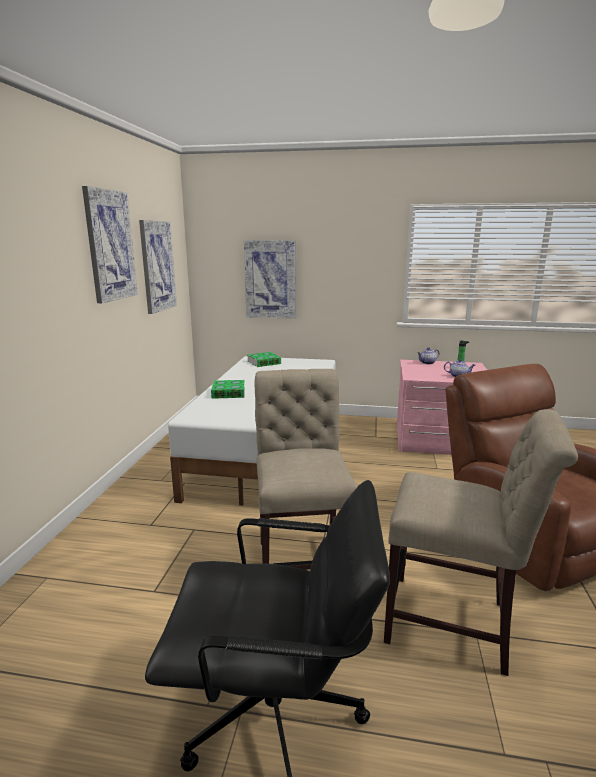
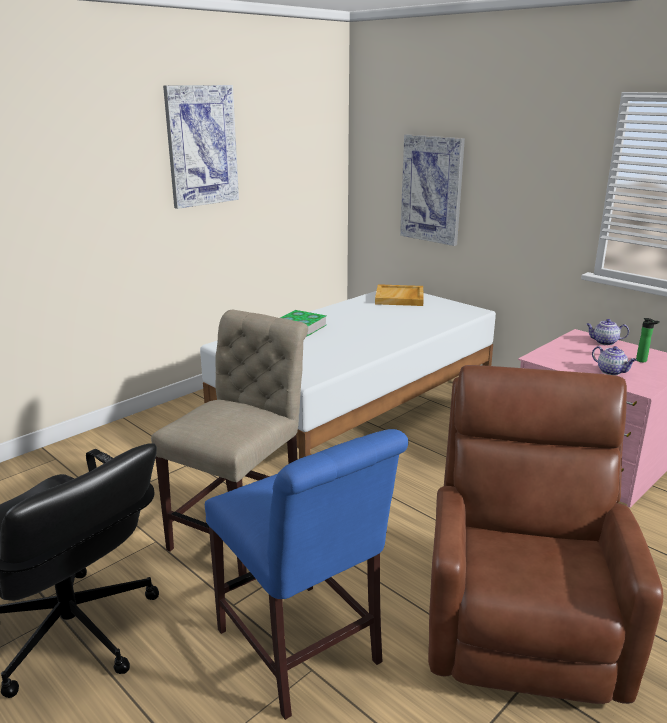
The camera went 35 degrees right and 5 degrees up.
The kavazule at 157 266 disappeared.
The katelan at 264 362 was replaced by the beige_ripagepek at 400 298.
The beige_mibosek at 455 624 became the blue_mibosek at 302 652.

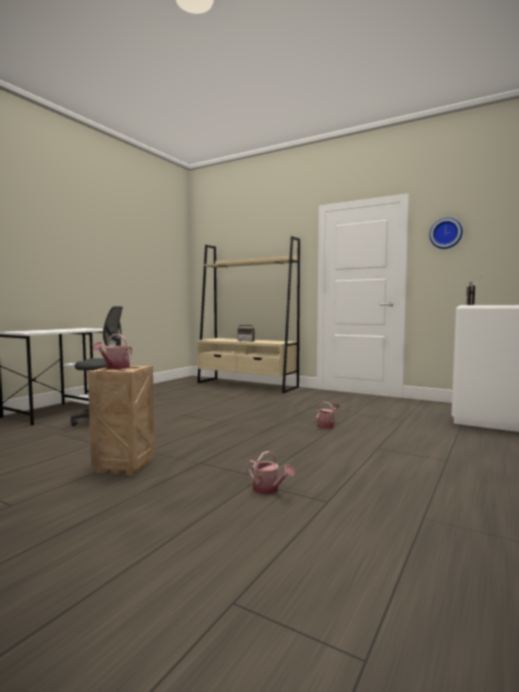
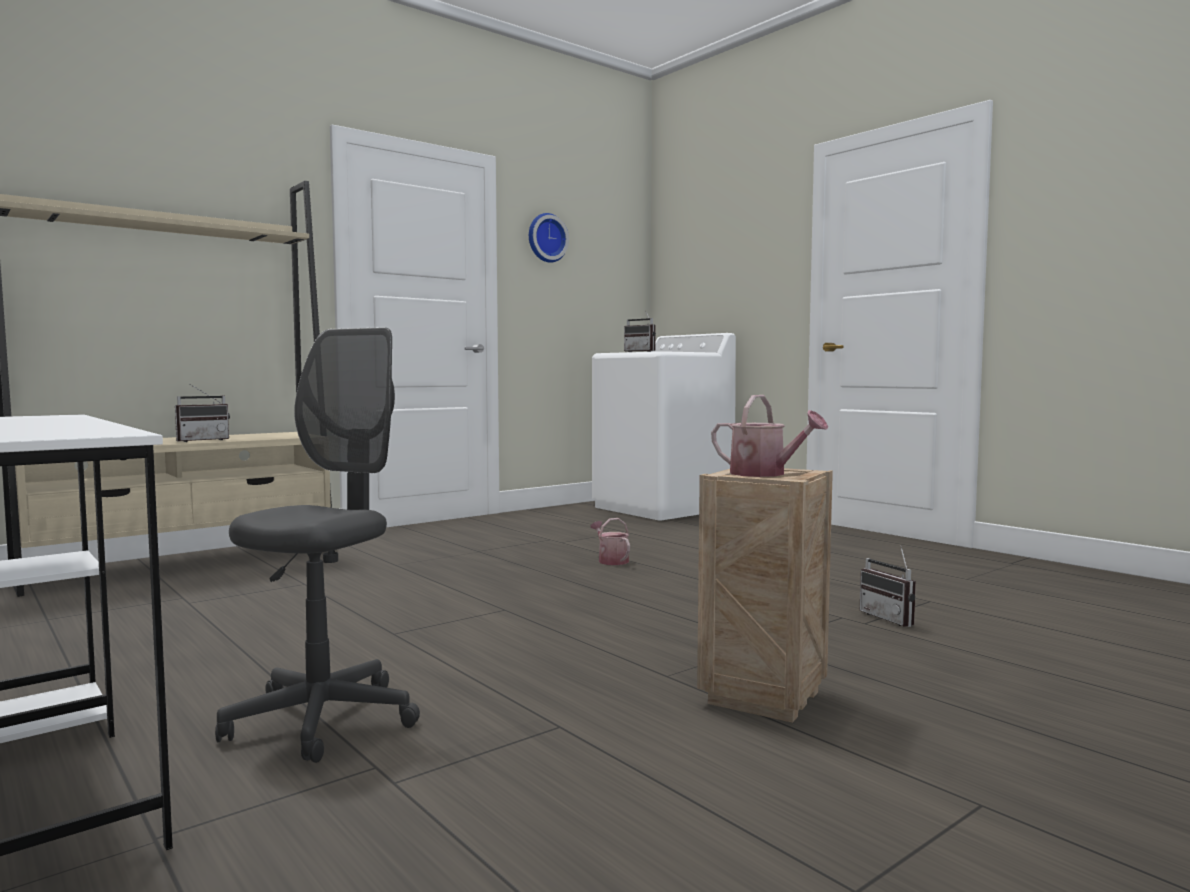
The camera went 70 degrees left and 0 degrees up.
The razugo at 269 490 was replaced by the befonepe at 892 618.

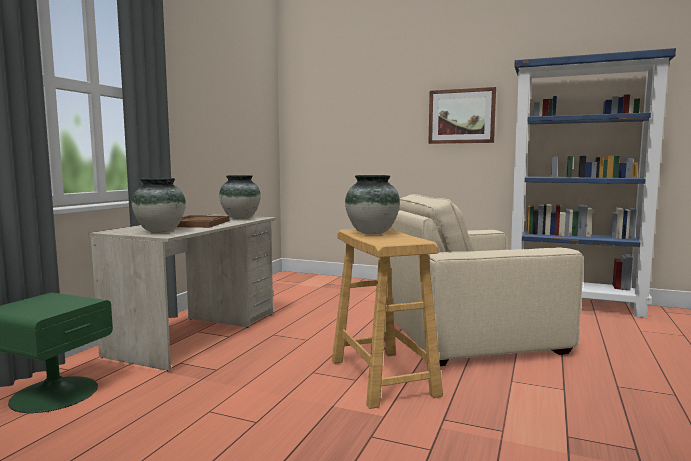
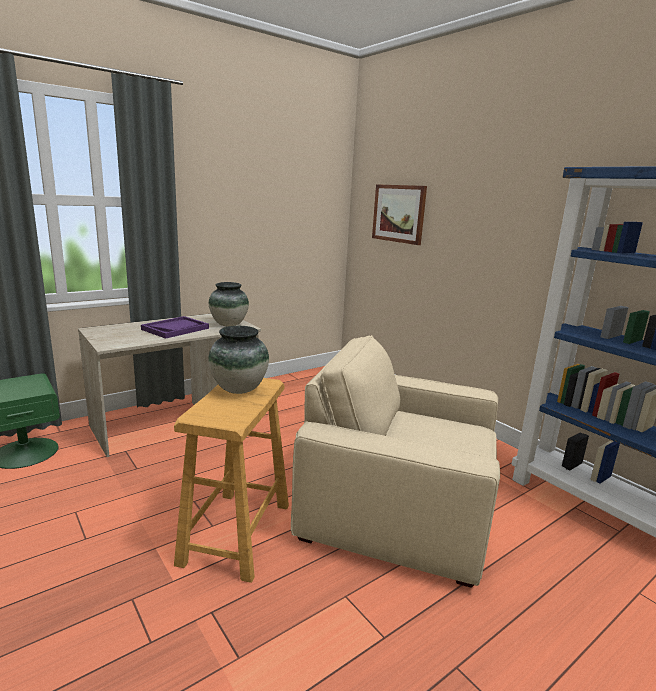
The camera went 30 degrees right and 10 degrees up.
The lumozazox at 160 231 disappeared.
The kavazule moved from 461 116 to 399 213.
The brown_ripagepek at 198 223 became the purple_ripagepek at 175 329.

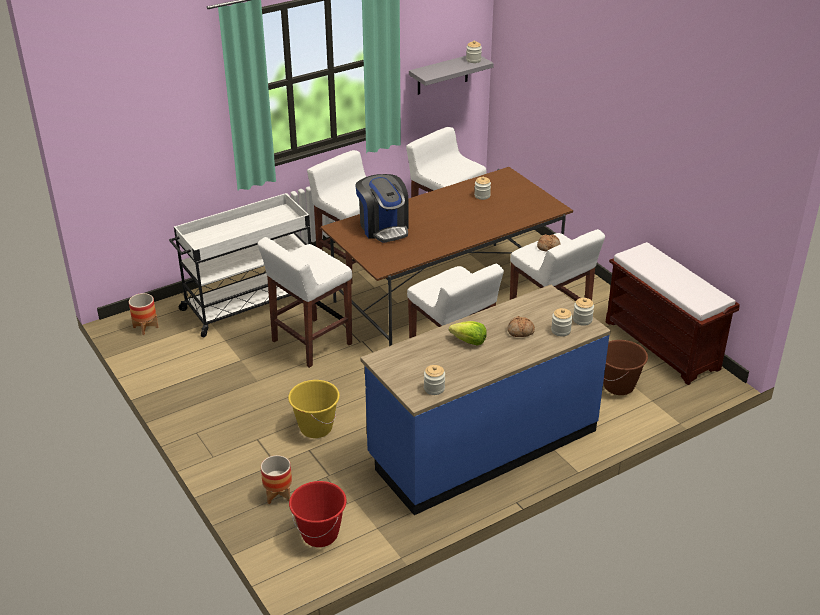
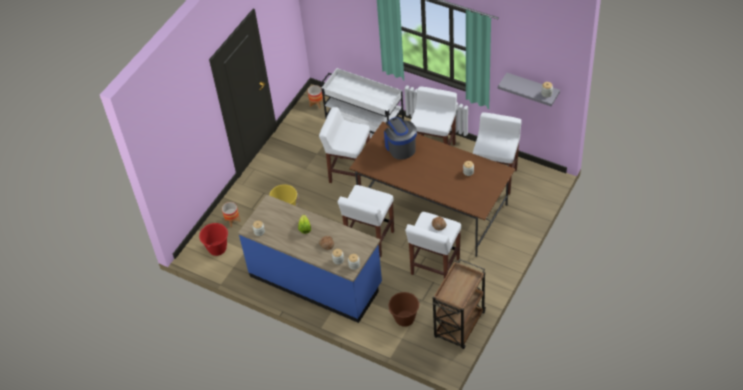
The camera went 65 degrees right and 15 degrees up.
The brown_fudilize at 663 345 was replaced by the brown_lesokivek at 459 326.
The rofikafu at 384 227 turned 120 degrees clockwise.

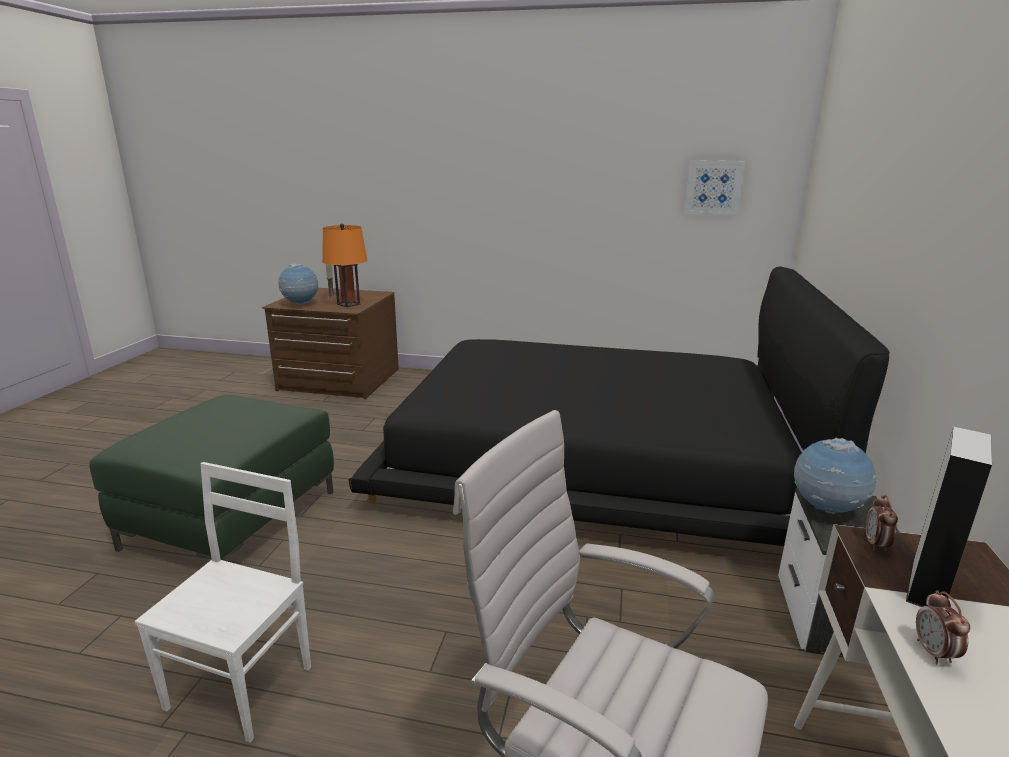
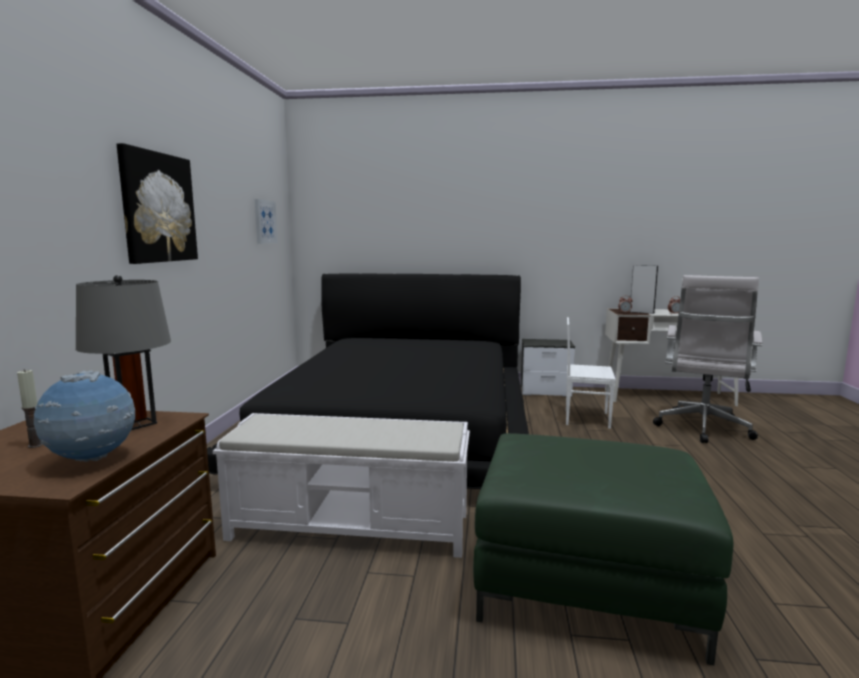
The camera went 95 degrees left and 10 degrees down.
The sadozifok at 826 510 disappeared.
The kavazule at 158 207 appeared.
The white_fudilize at 352 527 appeared.
The white_mibosek moved from 243 686 to 585 418.
The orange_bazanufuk at 348 304 became the grey_bazanufuk at 133 424.

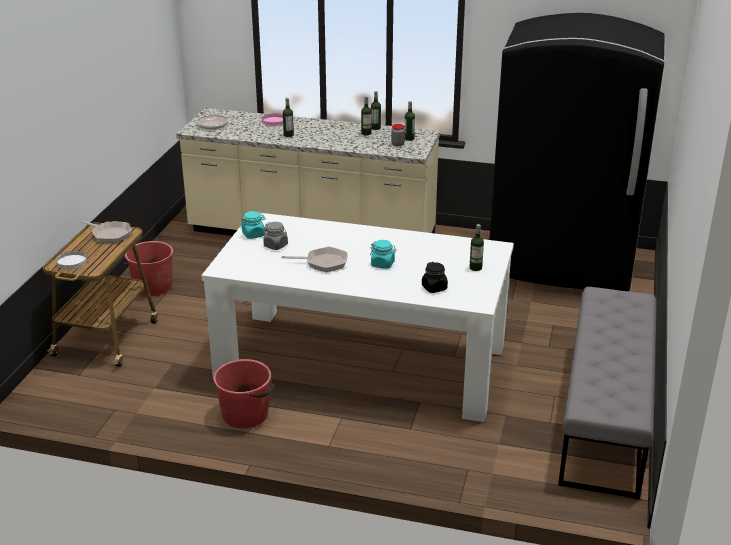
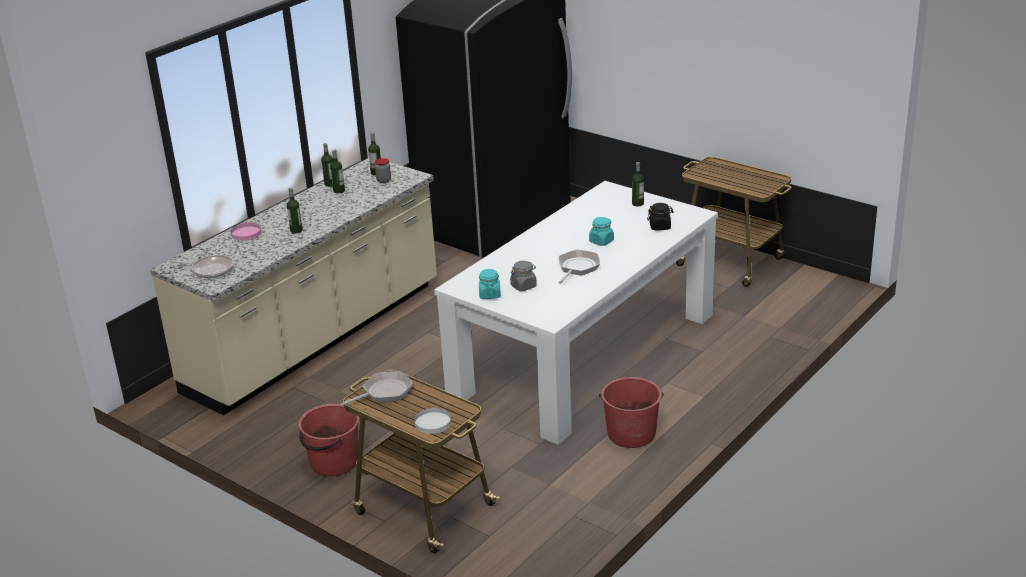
The camera went 65 degrees left and 0 degrees up.
The grey_fudilize at 605 415 was replaced by the lesokivek at 732 263.

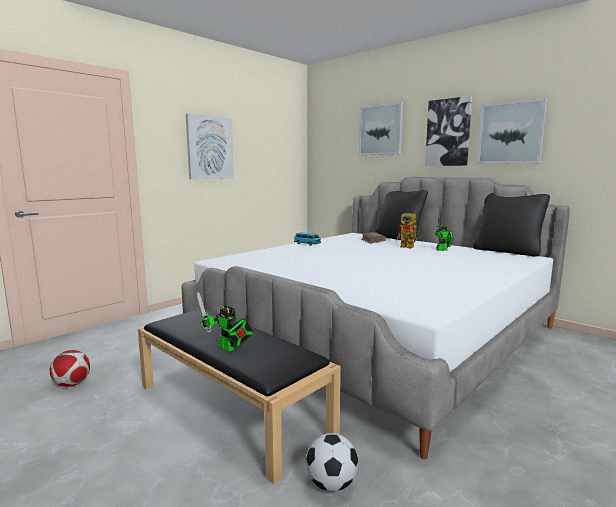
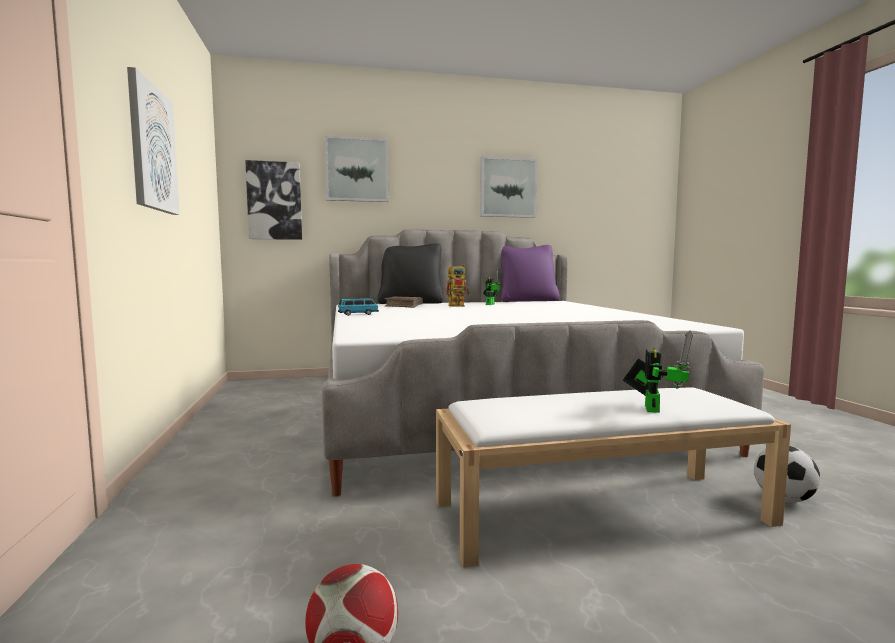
The camera went 55 degrees left and 5 degrees down.
The kavazule moved from 448 132 to 274 201.
The black_fudilize at 232 408 became the white_fudilize at 602 512.
The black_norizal at 507 251 became the purple_norizal at 527 301.
The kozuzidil at 229 348 turned 60 degrees counterclockwise.

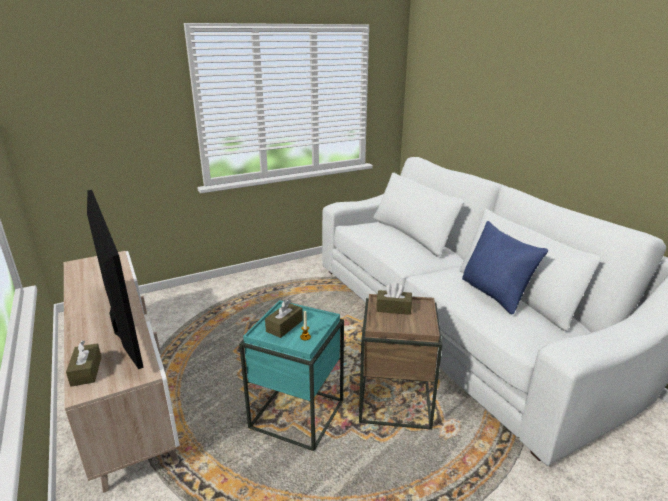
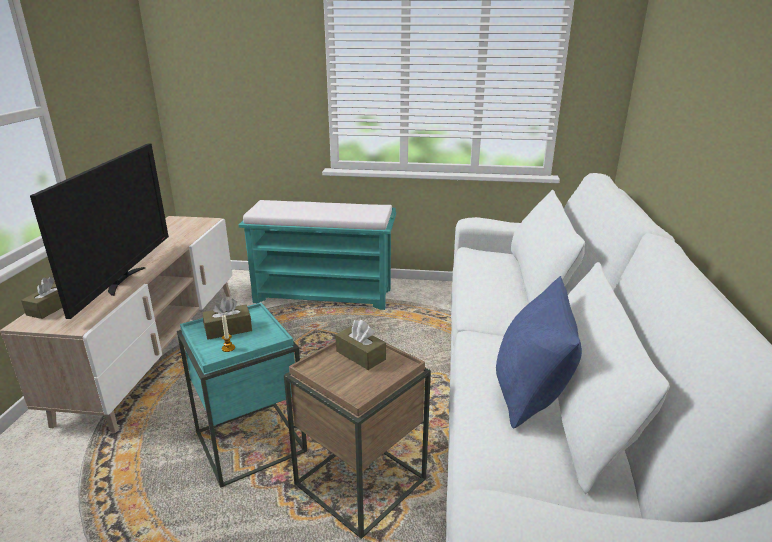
The camera went 35 degrees right and 0 degrees up.
The turquoise_fudilize at 325 295 appeared.

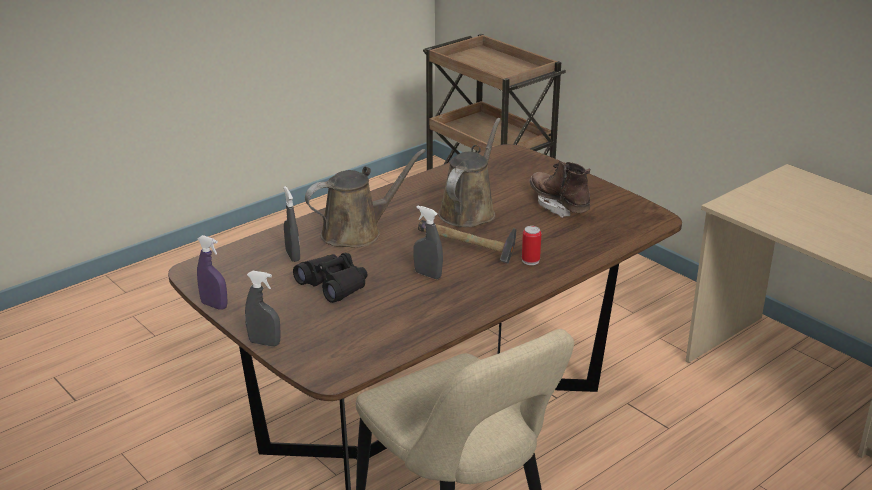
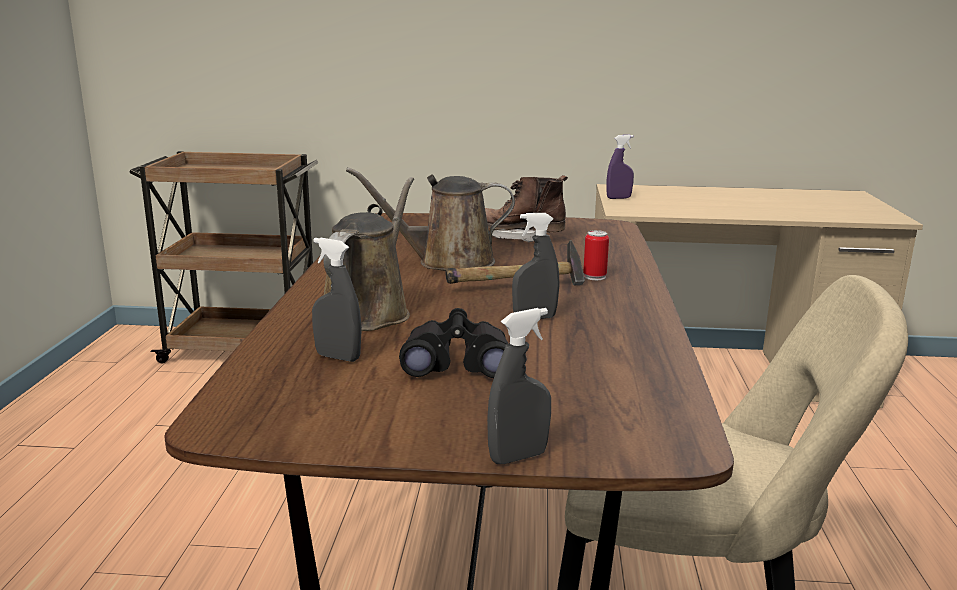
The camera went 45 degrees left and 10 degrees down.
The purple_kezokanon moved from 214 305 to 618 198.
The brown_razugo at 469 211 turned 75 degrees counterclockwise.

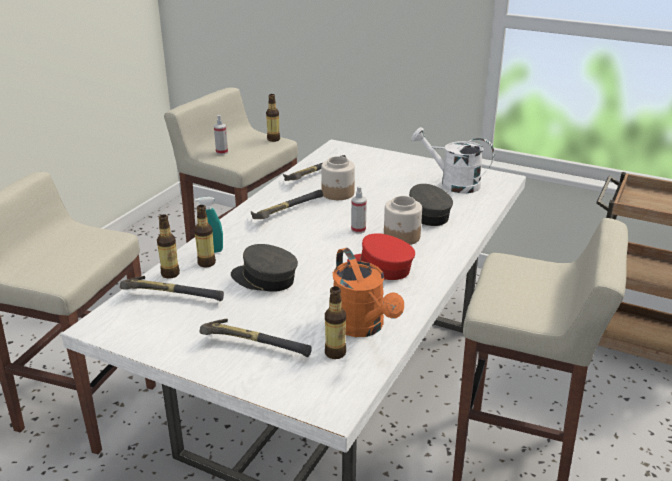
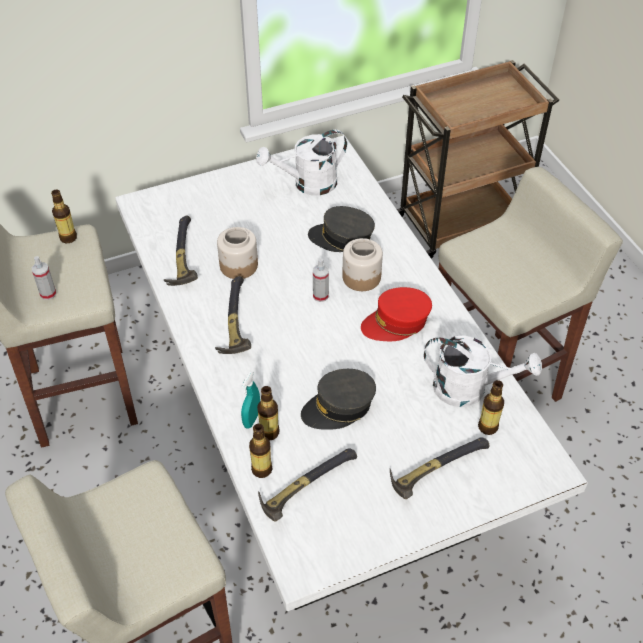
The camera went 50 degrees left and 20 degrees up.
The orange_razugo at 363 327 became the white_razugo at 469 389.

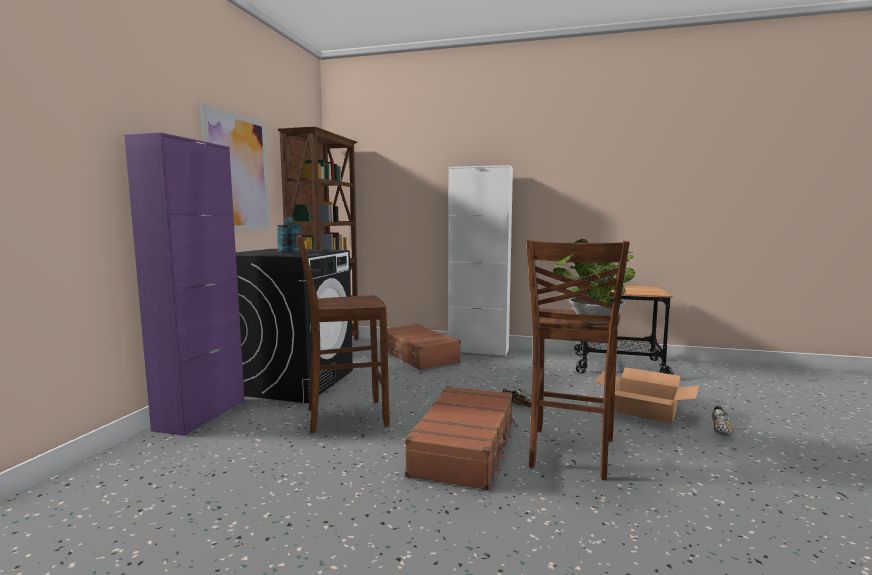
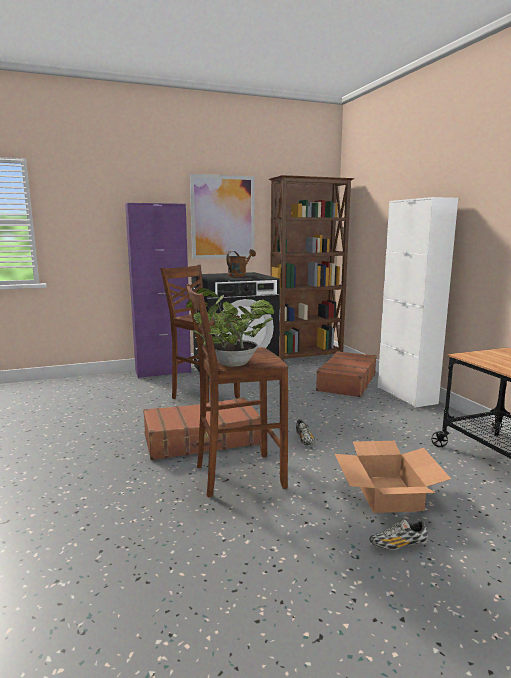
The camera went 55 degrees right and 5 degrees up.
The turquoise_razugo at 289 251 became the brown_razugo at 239 275.

